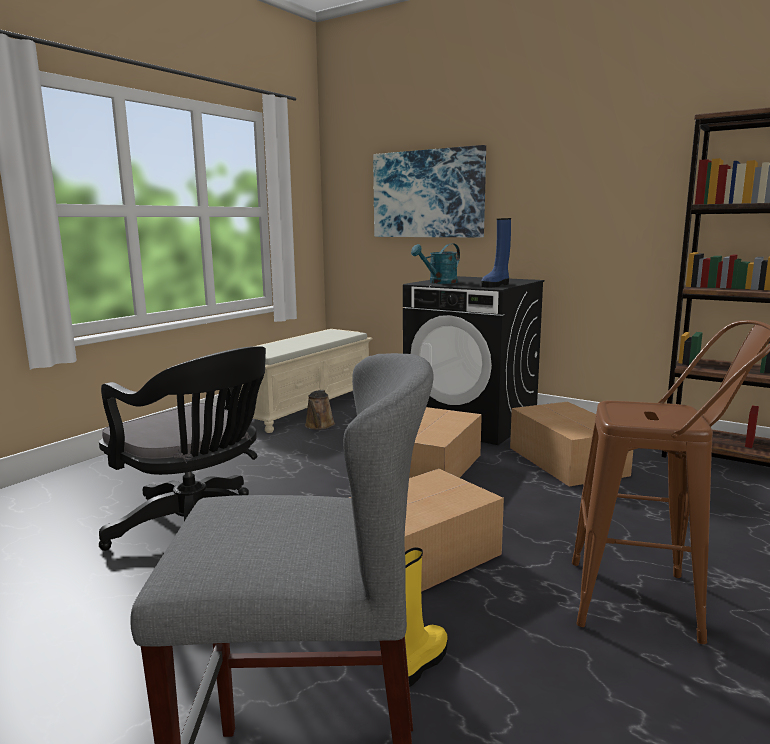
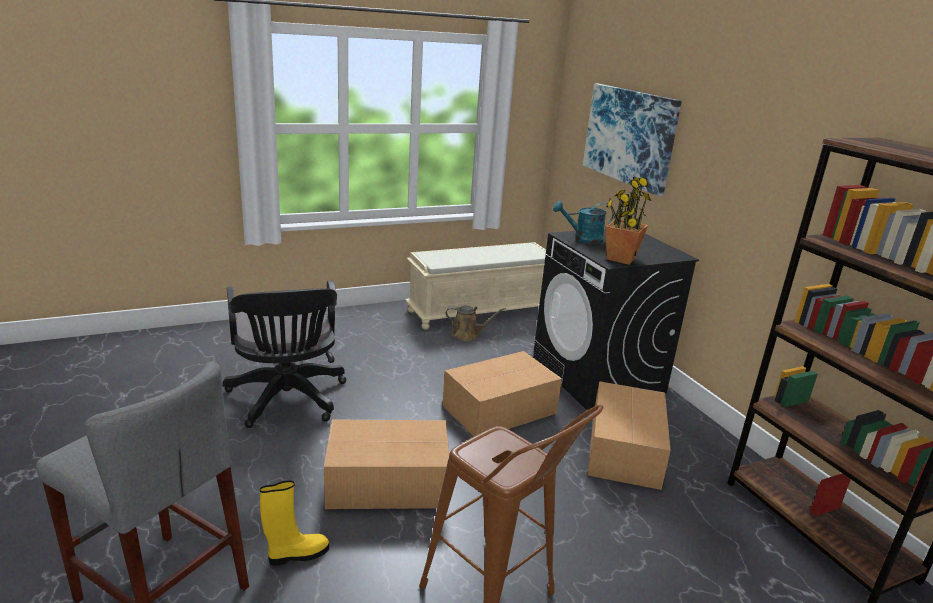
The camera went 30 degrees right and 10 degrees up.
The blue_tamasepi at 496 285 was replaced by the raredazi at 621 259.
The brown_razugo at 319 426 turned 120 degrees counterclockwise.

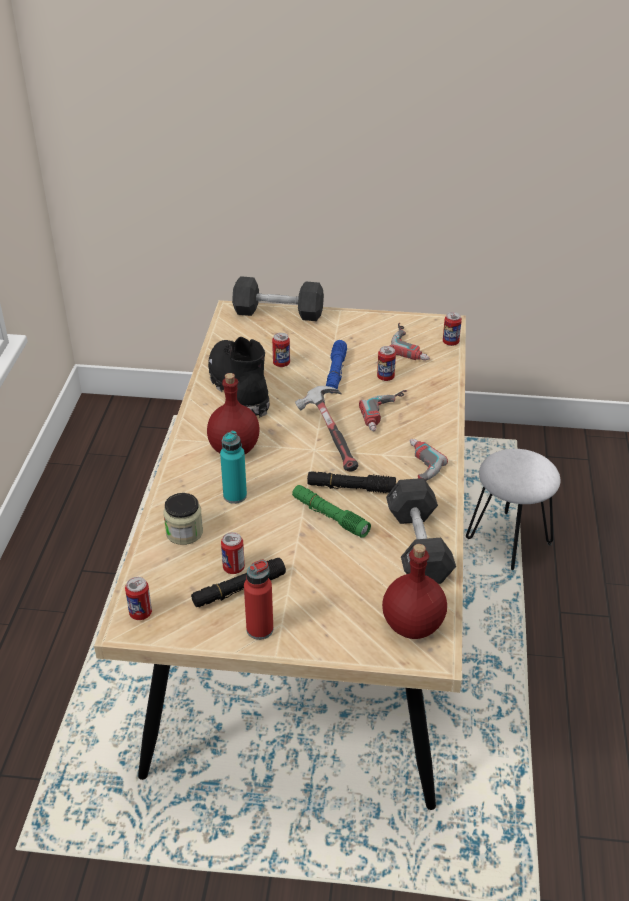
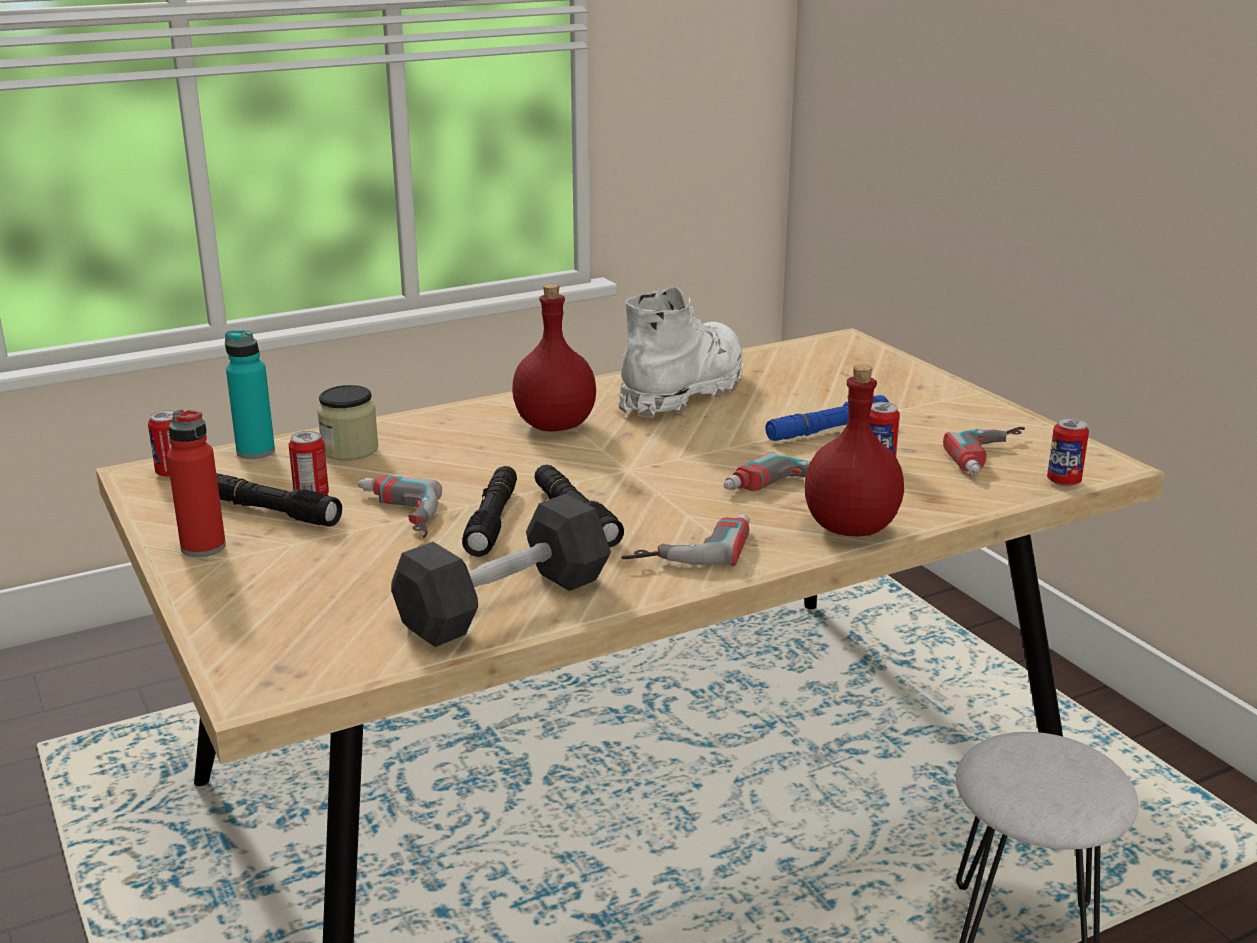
The camera went 55 degrees right and 15 degrees down.
The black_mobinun at 278 312 disappeared.
The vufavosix at 281 363 disappeared.
The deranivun at 330 436 disappeared.
The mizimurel at 392 517 appeared.
The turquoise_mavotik moved from 235 496 to 255 452.
The red_mavotik moved from 412 624 to 851 527.
The black_tamasepi at 239 389 became the white_tamasepi at 684 392.
The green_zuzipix at 330 516 became the black_zuzipix at 492 521.

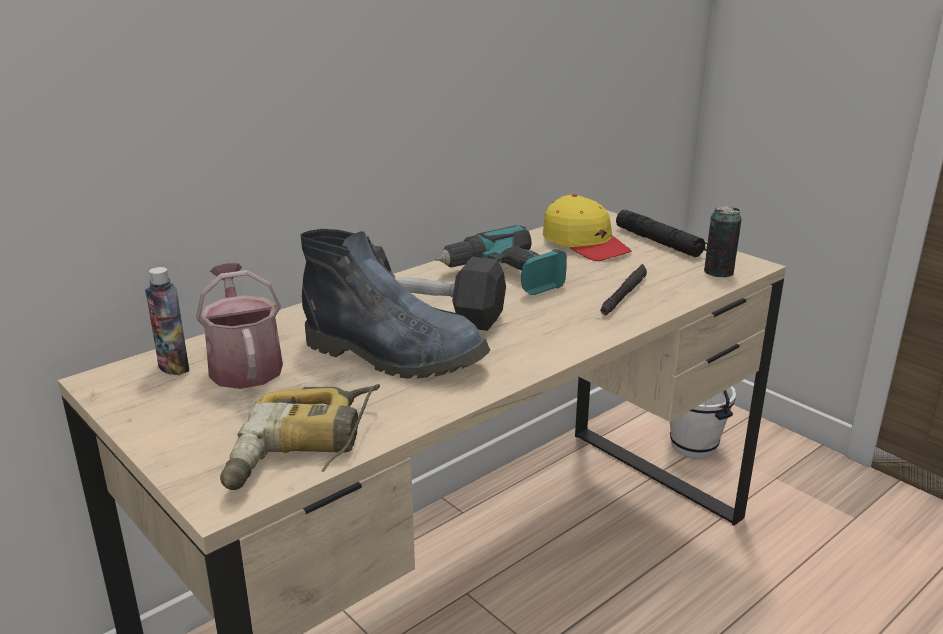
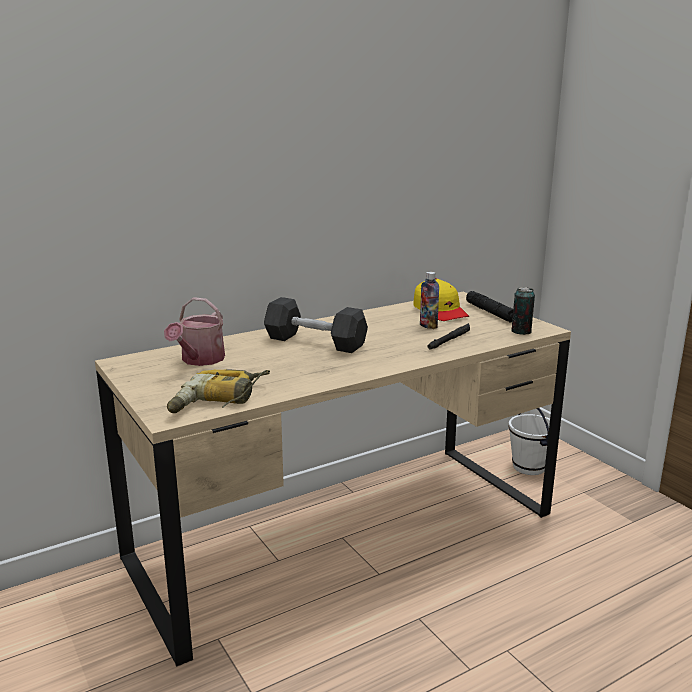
The camera went 10 degrees right and 5 degrees down.
The tamasepi at 397 355 disappeared.
The mizimurel at 505 277 disappeared.
The mavotik moved from 173 367 to 428 326.
The razugo at 244 365 turned 150 degrees counterclockwise.

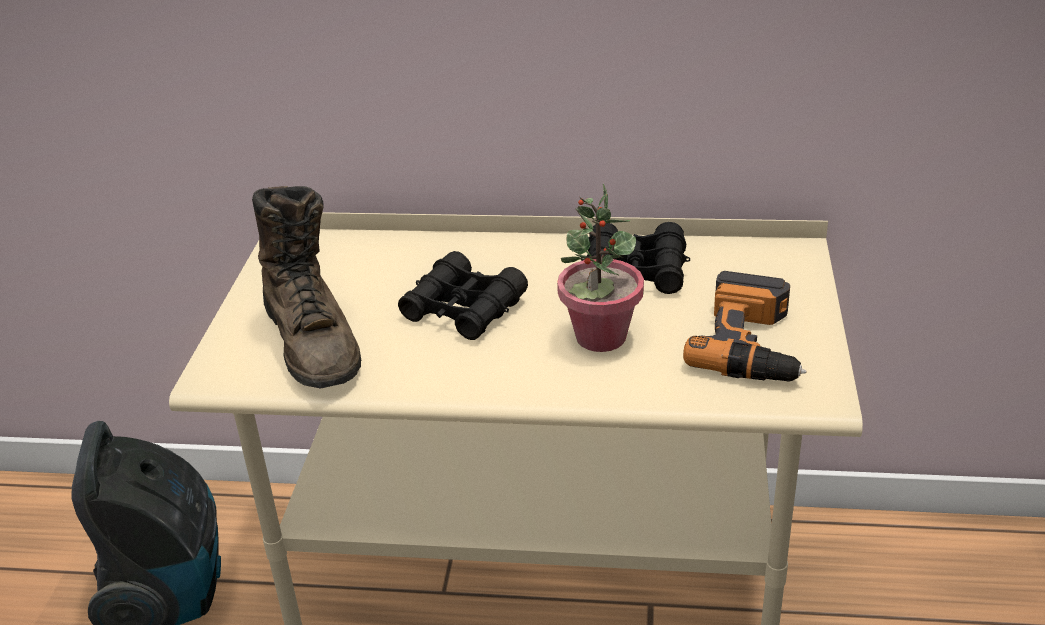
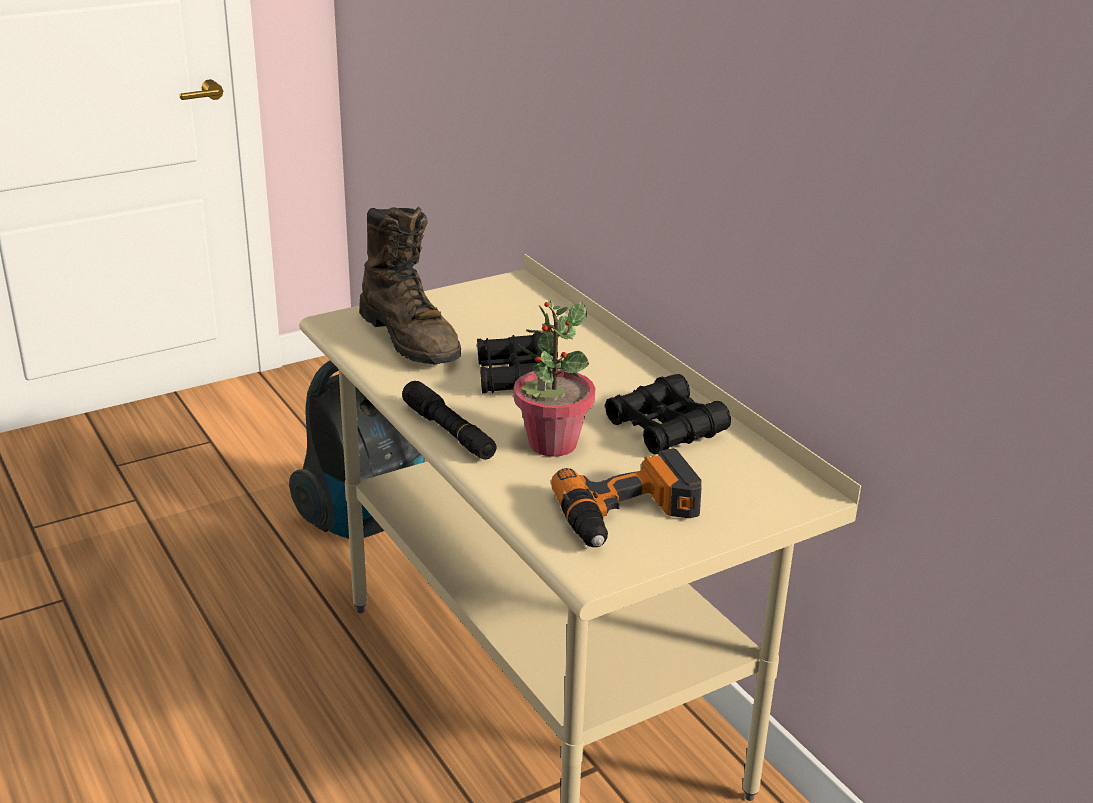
The camera went 50 degrees right and 5 degrees down.
The black_zuzipix at 449 432 appeared.
The brown_tamasepi at 313 342 turned 60 degrees counterclockwise.

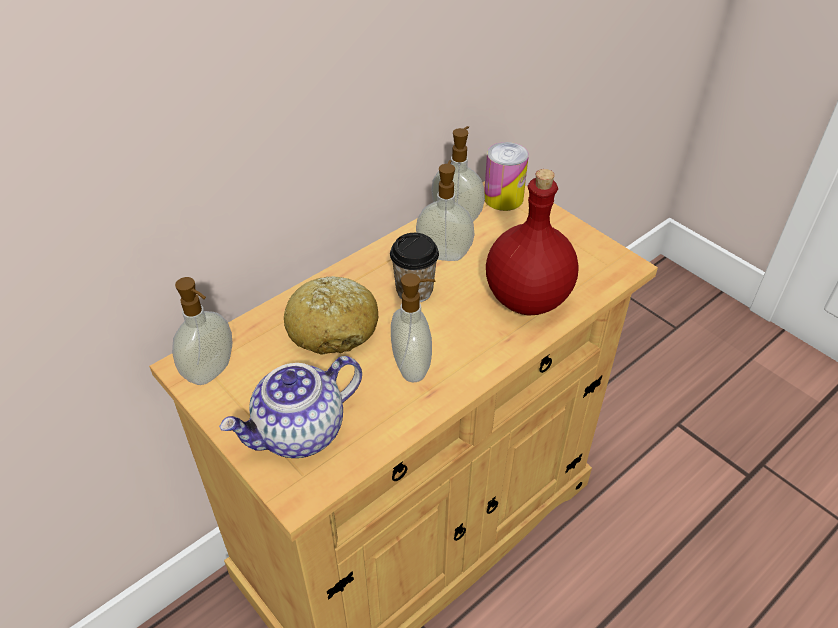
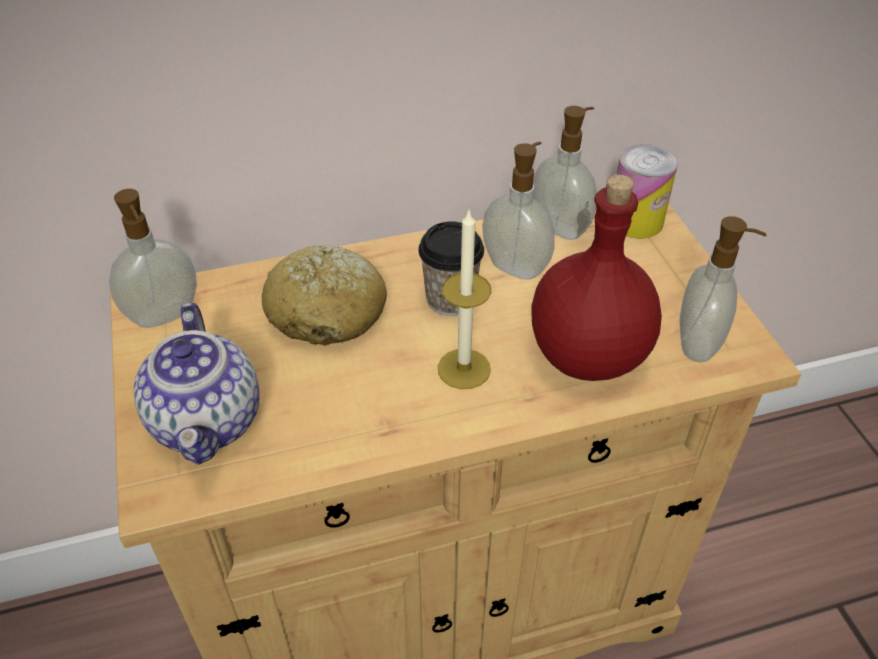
The camera went 25 degrees right and 0 degrees up.
The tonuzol at 464 369 appeared.
The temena moved from 413 366 to 699 344.
The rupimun at 300 433 turned 90 degrees counterclockwise.

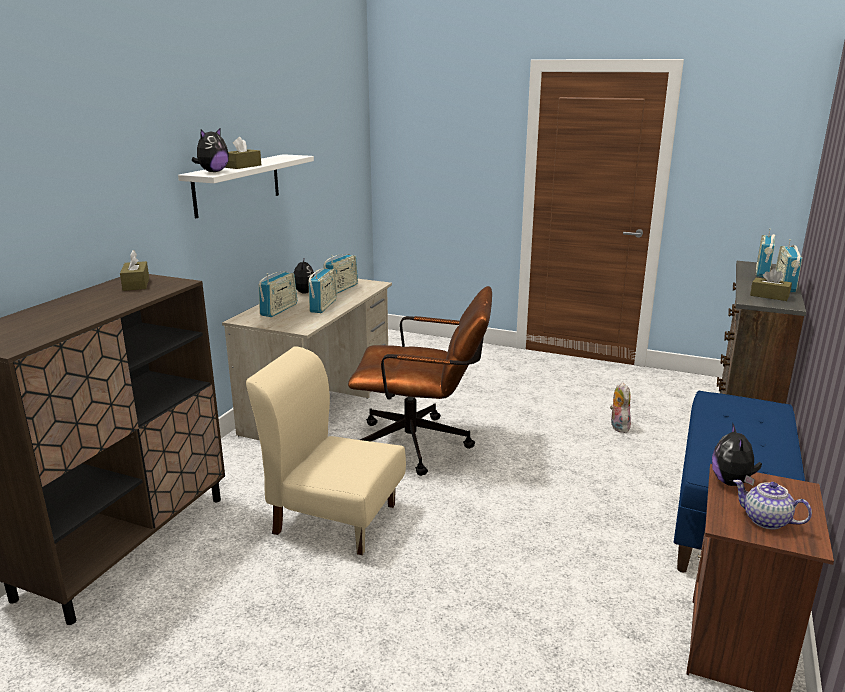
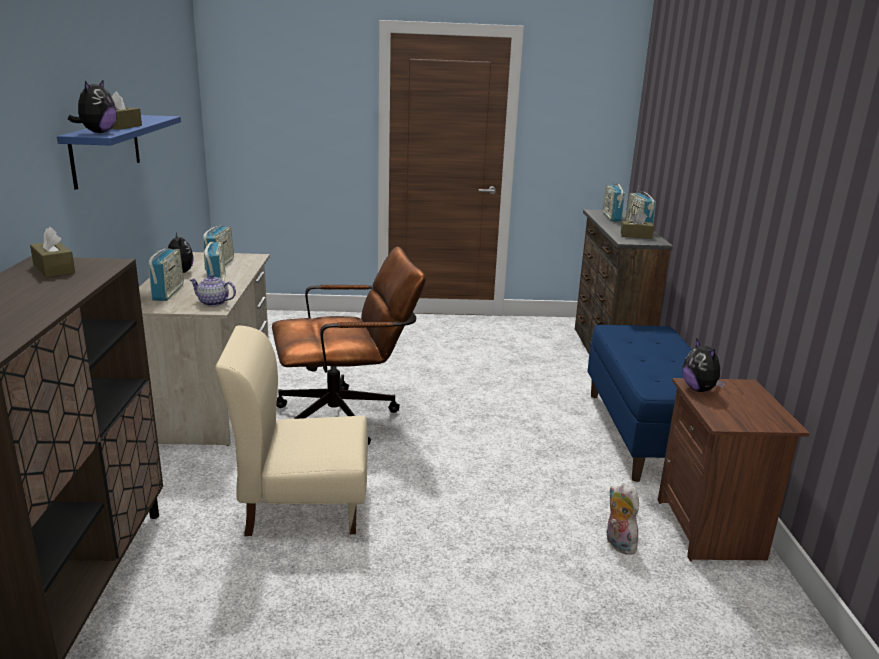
The camera went 25 degrees left and 0 degrees up.
The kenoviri moved from 617 427 to 617 544.
The rupimun moved from 765 520 to 213 303.
The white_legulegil at 237 184 became the blue_legulegil at 106 149.

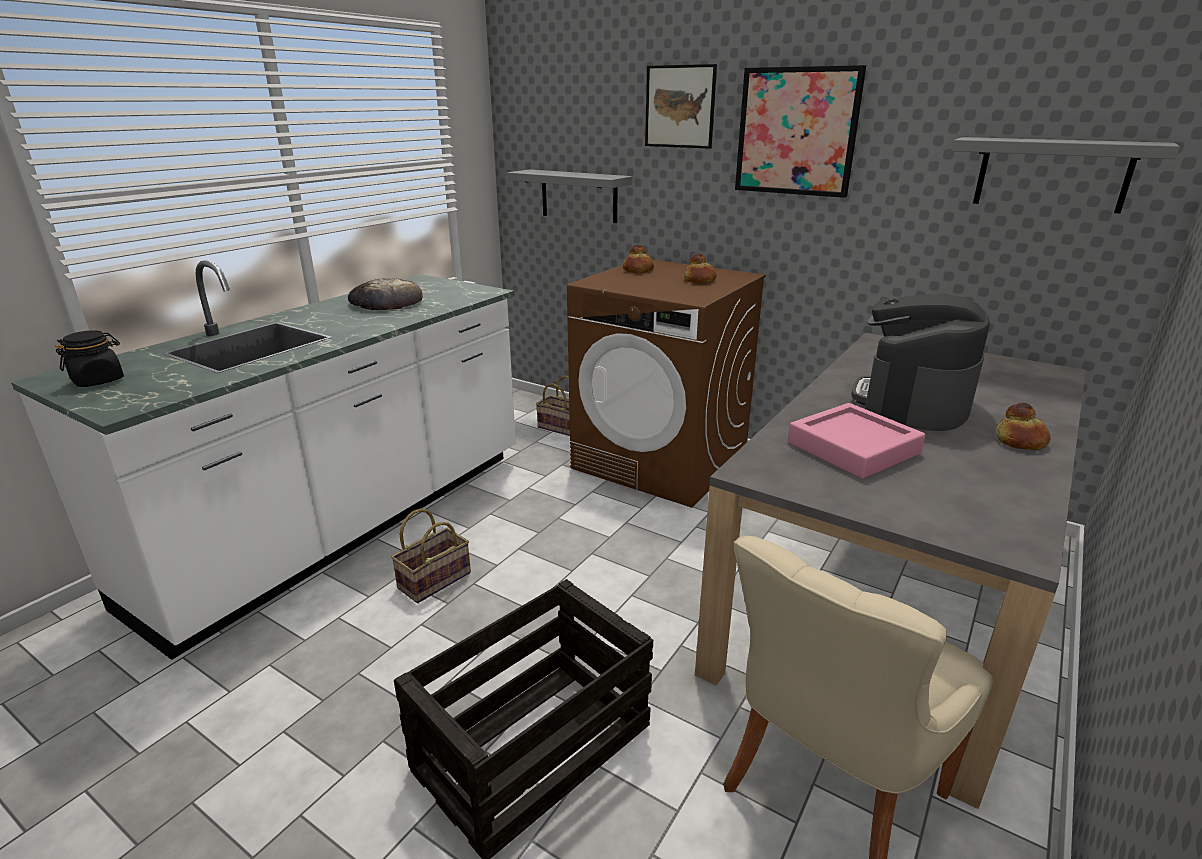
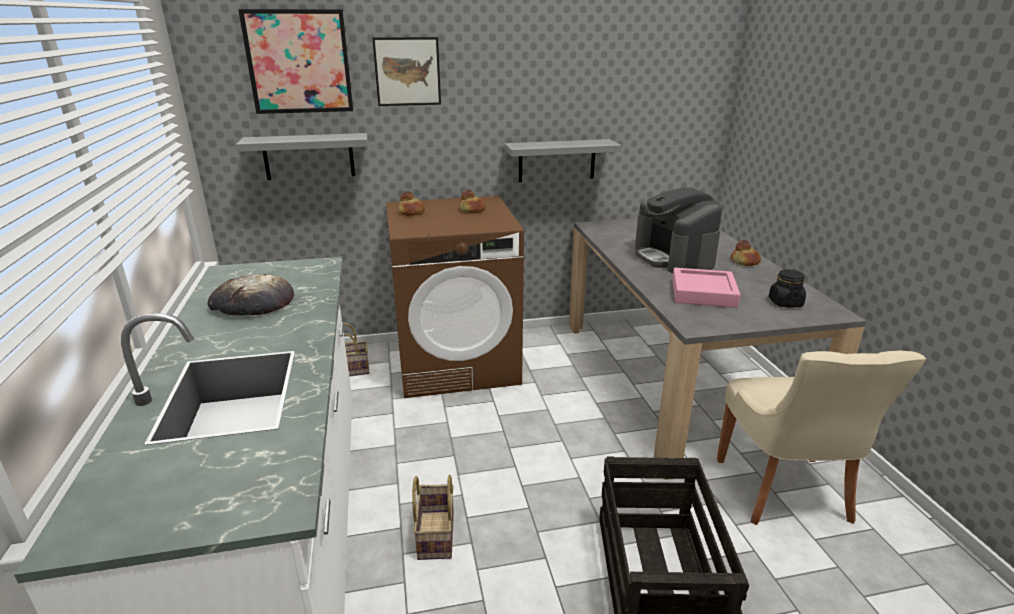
The camera went 45 degrees left and 0 degrees up.
The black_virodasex moved from 98 380 to 785 303.
The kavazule moved from 797 132 to 299 62.
The grey_legulegil moved from 1052 174 to 557 160.

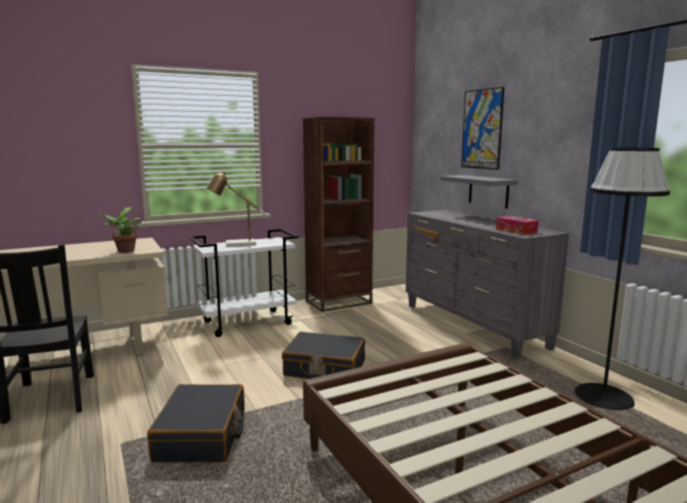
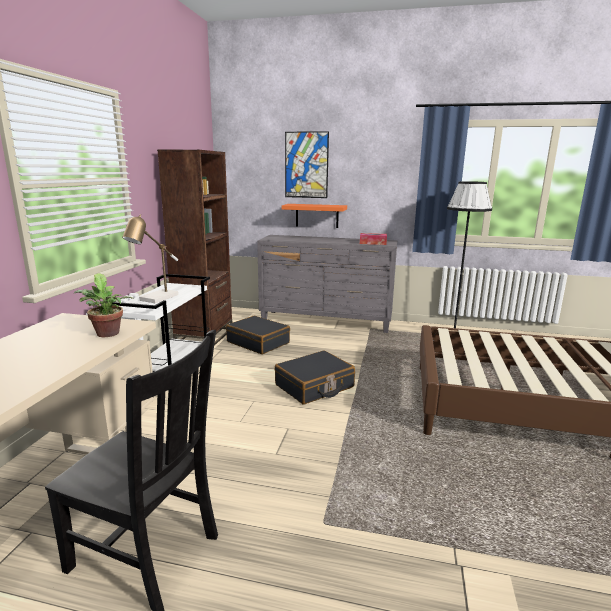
The camera went 50 degrees left and 5 degrees up.
The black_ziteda moved from 202 435 to 258 342.
The grey_legulegil at 488 191 became the orange_legulegil at 317 215.

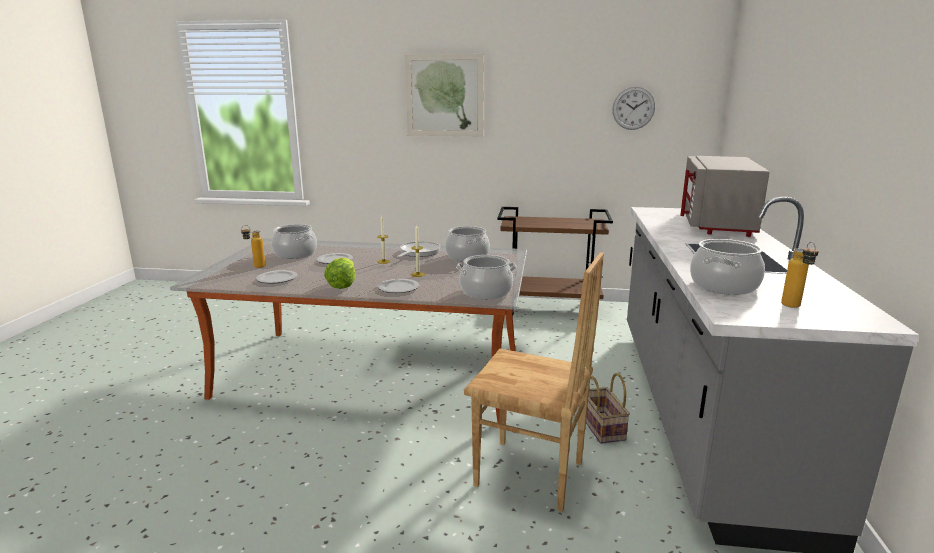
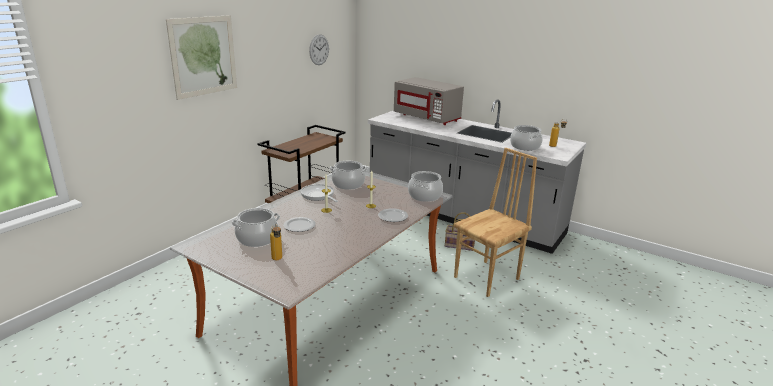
The camera went 65 degrees left and 5 degrees up.
The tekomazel at 276 279 disappeared.
The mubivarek at 342 285 disappeared.

